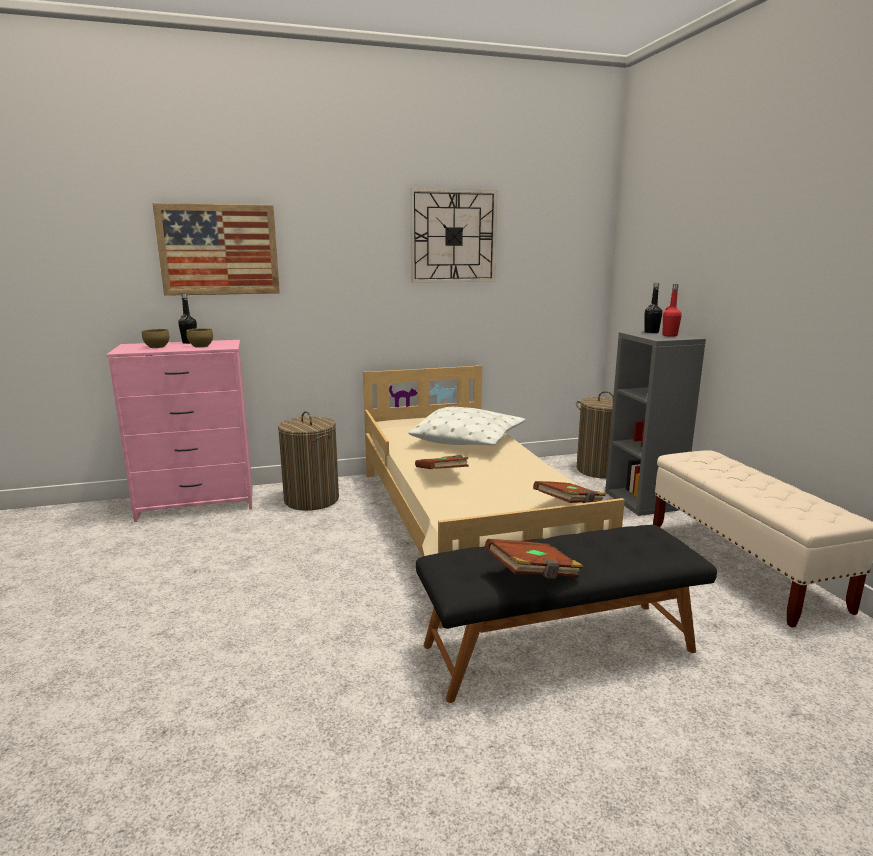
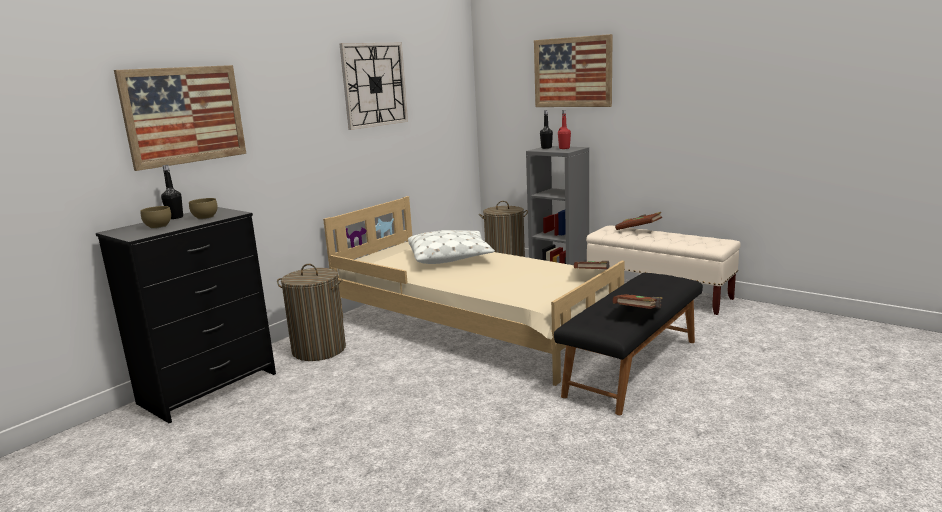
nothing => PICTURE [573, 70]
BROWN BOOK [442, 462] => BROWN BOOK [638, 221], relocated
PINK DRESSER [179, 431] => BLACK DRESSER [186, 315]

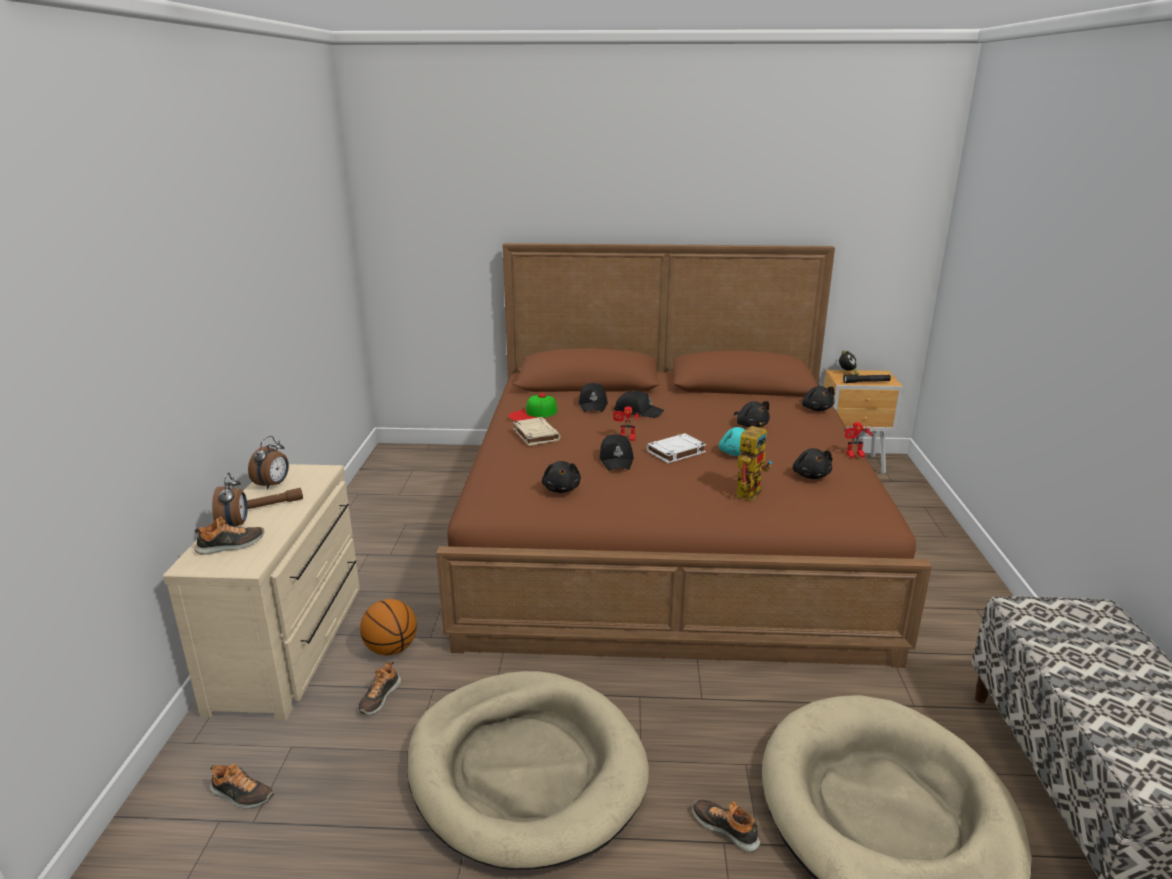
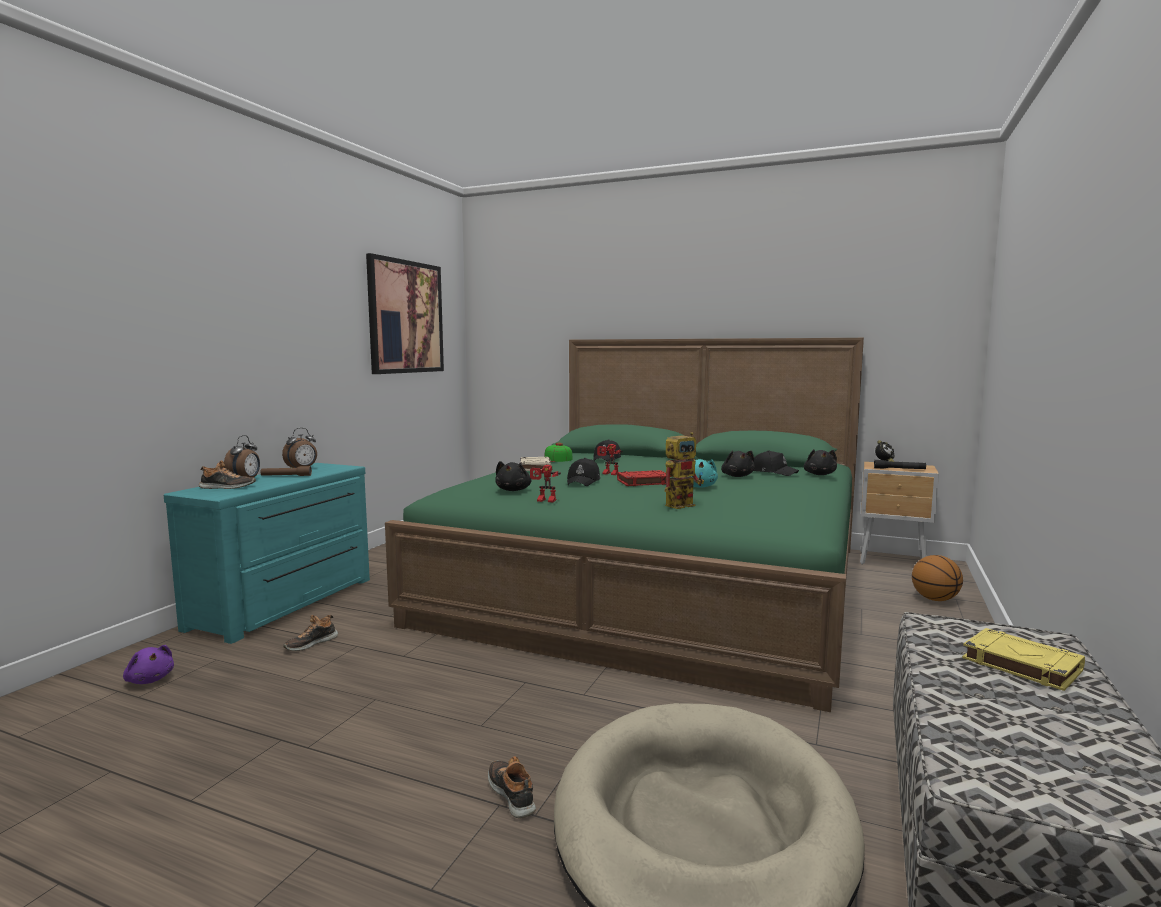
BEIGE DOG BED [528, 770] => nothing
BLACK PLUSH TOY [812, 463] => nothing
nothing => PICTURE [405, 313]
nothing => YELLOW BOOK [1023, 659]
BASKETBALL [388, 627] => BASKETBALL [937, 578], relocated
BLACK CAP [639, 404] => BLACK CAP [776, 463], relocated
TOY ROBOT [858, 440] => TOY ROBOT [545, 483], relocated
SHOE [242, 786] => PURPLE PLUSH TOY [148, 664]
BEIGE DRESSER [261, 592] => TURQUOISE DRESSER [267, 553]
BROWN BED [684, 455] => GREEN BED [624, 525]
WHITE BOOK [676, 448] => RED BOOK [644, 478]

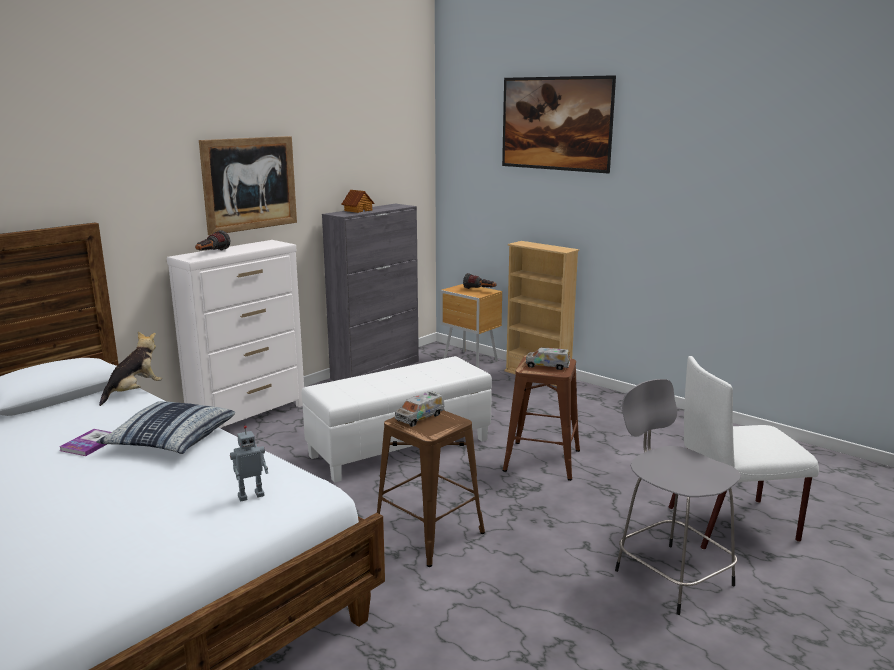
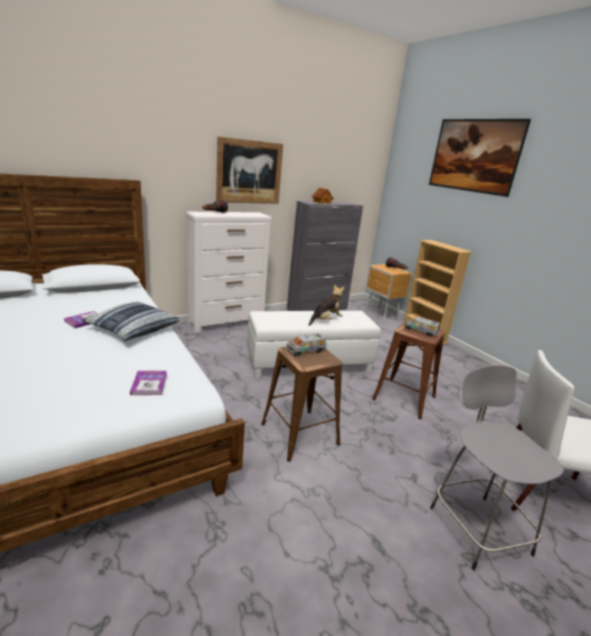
PLUSH TOY [130, 369] => PLUSH TOY [327, 305], relocated
TOY ROBOT [249, 463] => BOOK [148, 383]

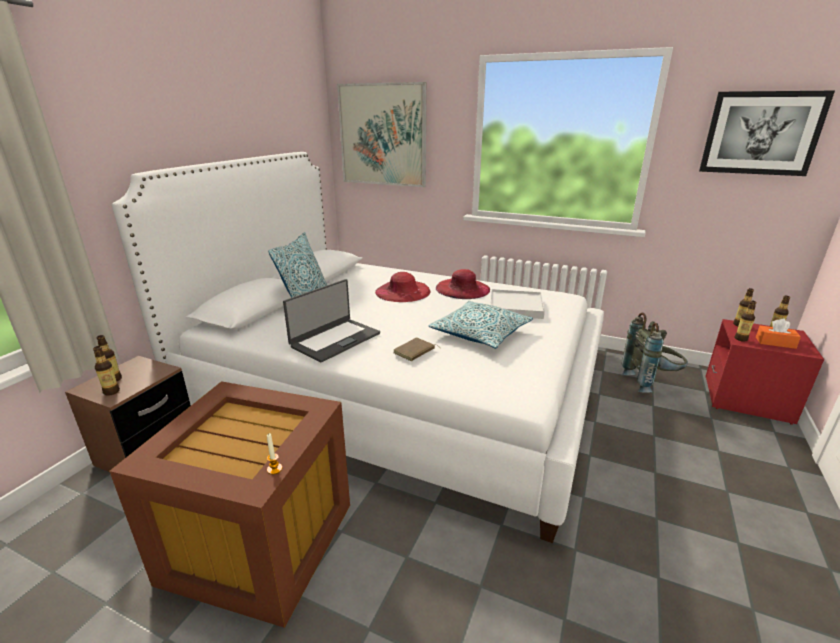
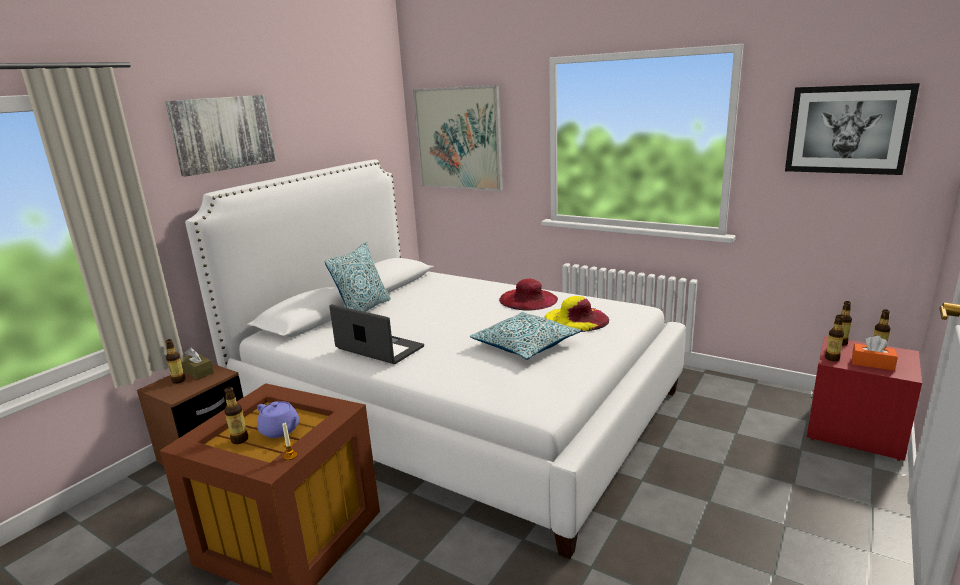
RED HAT [403, 287] => nothing
BROWN BOOK [416, 349] => nothing
GREY BACKPACK [655, 353] => nothing
nothing => PICTURE [220, 135]
nothing => BROWN TISSUE BOX [198, 364]
nothing => PURPLE TEAPOT [278, 419]
BOTTLE [106, 371] => BOTTLE [236, 415], relocated
WHITE TRAY [518, 304] => YELLOW HAT [576, 314]
LAPTOP [331, 320] => LAPTOP [376, 334], 105 degrees counterclockwise

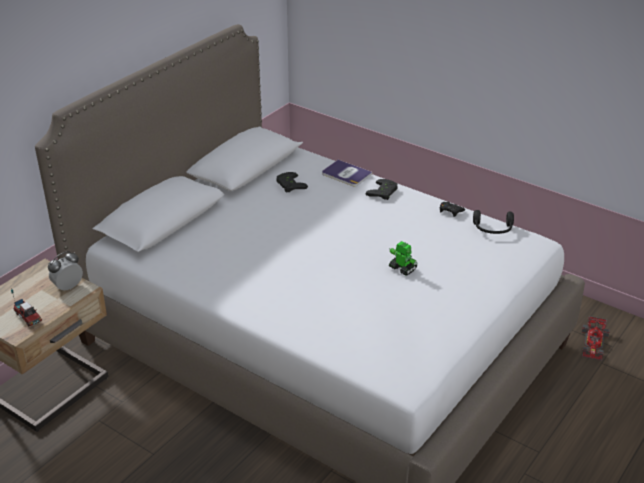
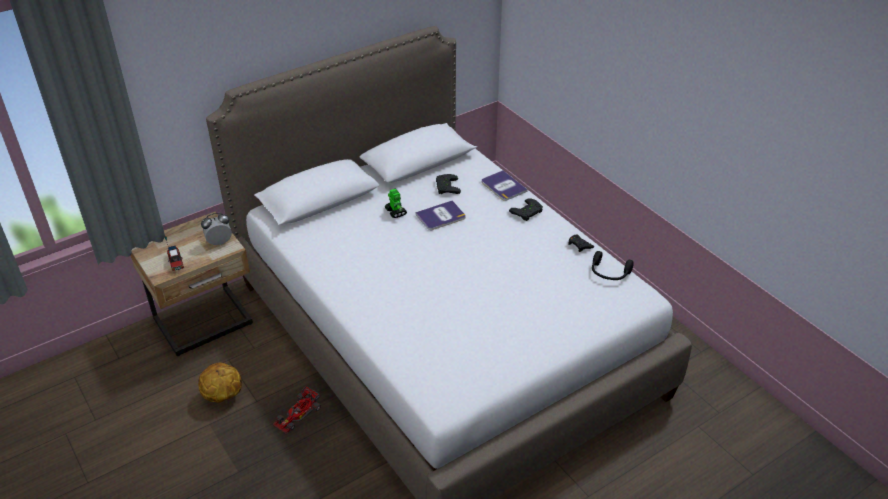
nothing => BASKETBALL [220, 382]
nothing => BOOK [440, 215]
TOY ROBOT [403, 258] => TOY ROBOT [396, 203], relocated
TOY CAR [596, 338] => TOY CAR [297, 410], relocated

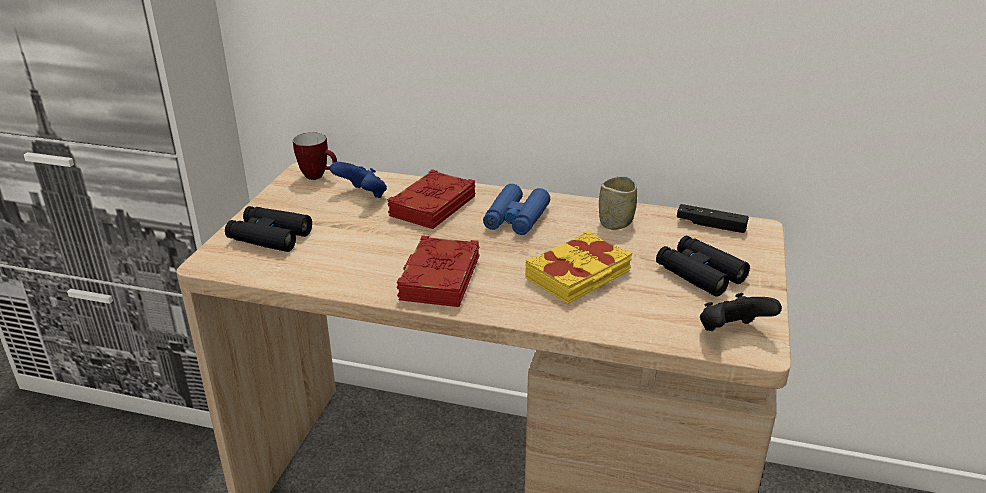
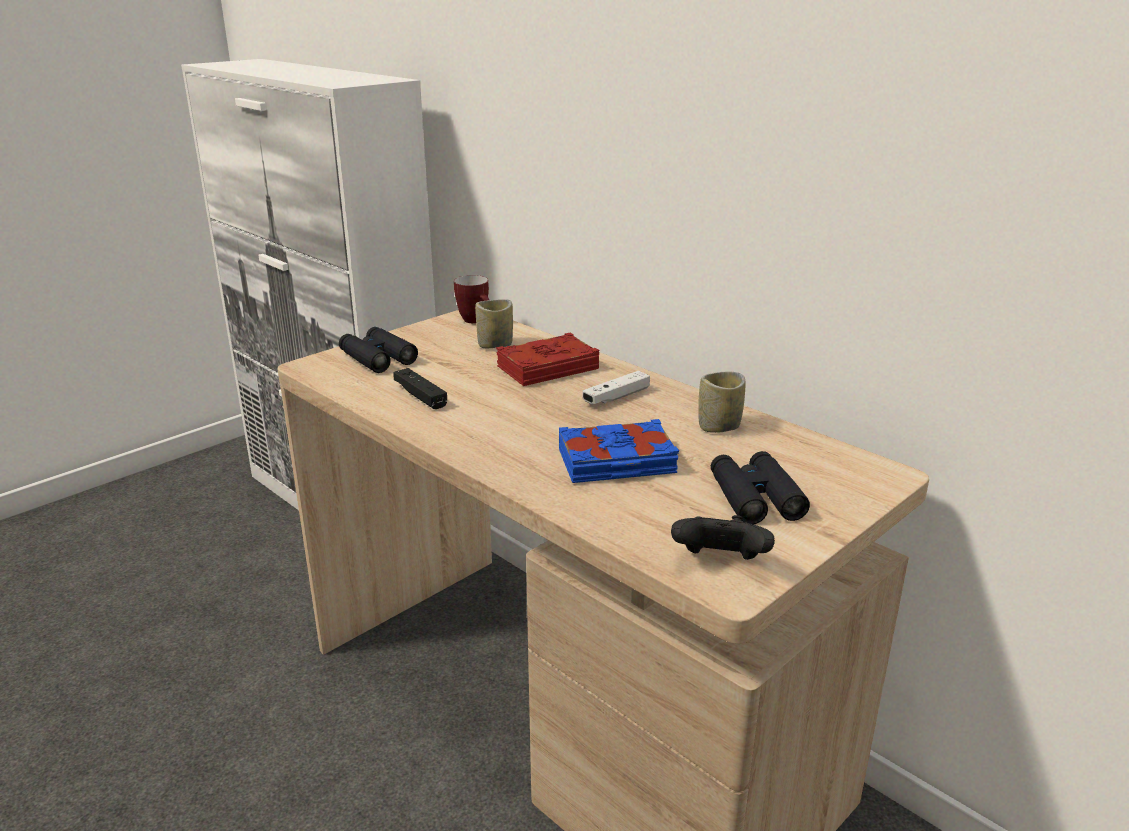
RED BOOK [438, 271] => nothing
BLACK GAME CONTROLLER [713, 218] => BLACK GAME CONTROLLER [420, 388], relocated
BLUE GAME CONTROLLER [358, 180] => CUP [494, 323]
BLUE BINOCULARS [516, 209] => WHITE GAME CONTROLLER [616, 388]
YELLOW BOOK [578, 267] => BLUE BOOK [619, 451]

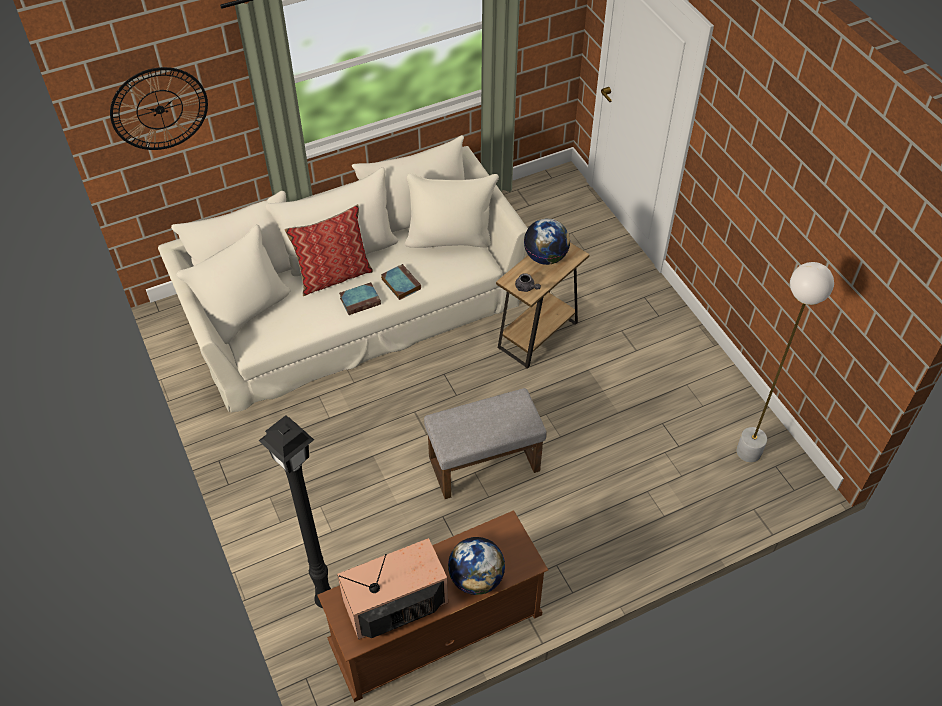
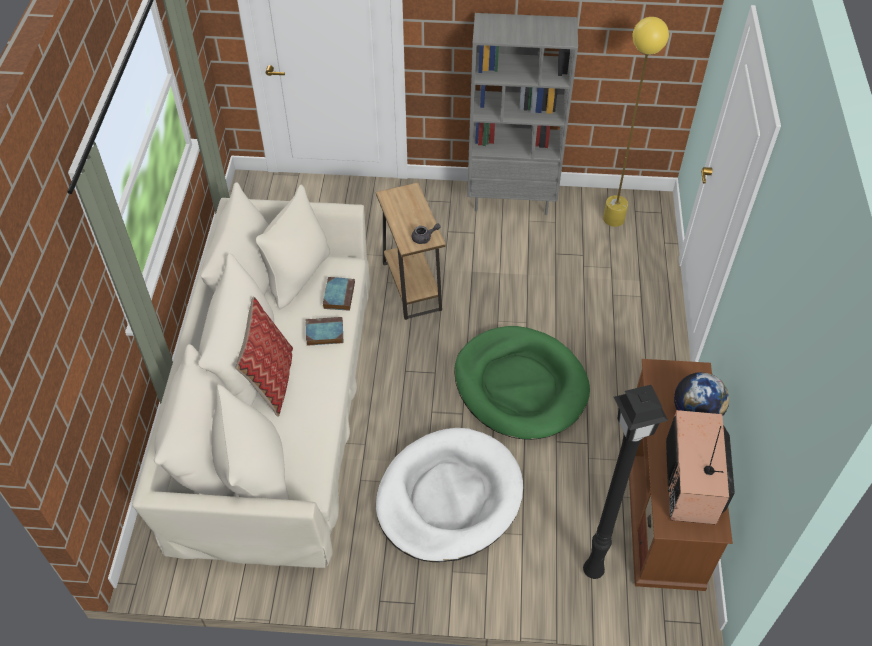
WALL CLOCK [159, 108] => nothing
GLOBE [547, 241] => nothing
nothing => WHITE DOG BED [449, 495]
nothing => GREY BOOKCASE [522, 114]
BOOK [360, 298] => BOOK [339, 294], relocated
GREY OTTOMAN [485, 443] => GREEN DOG BED [522, 383]
WHITE FLOOR LAMP [785, 362] => YELLOW FLOOR LAMP [636, 122]

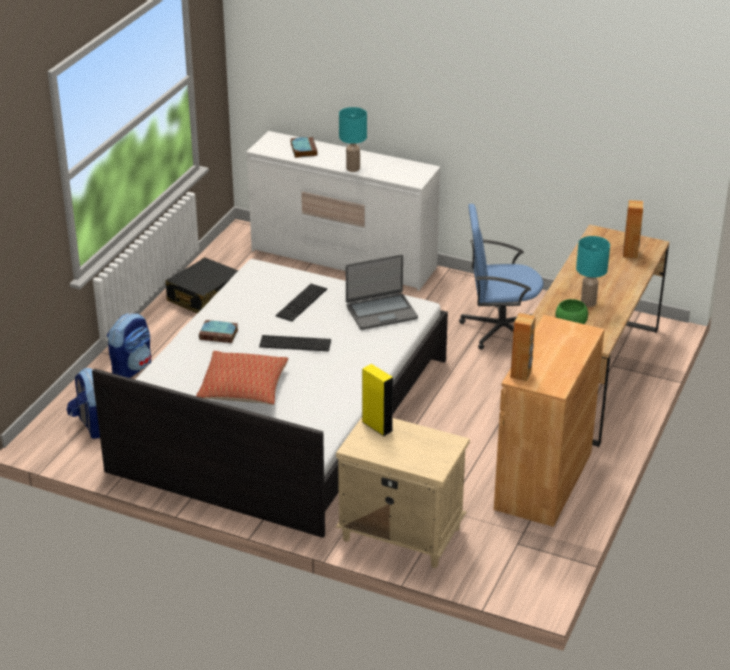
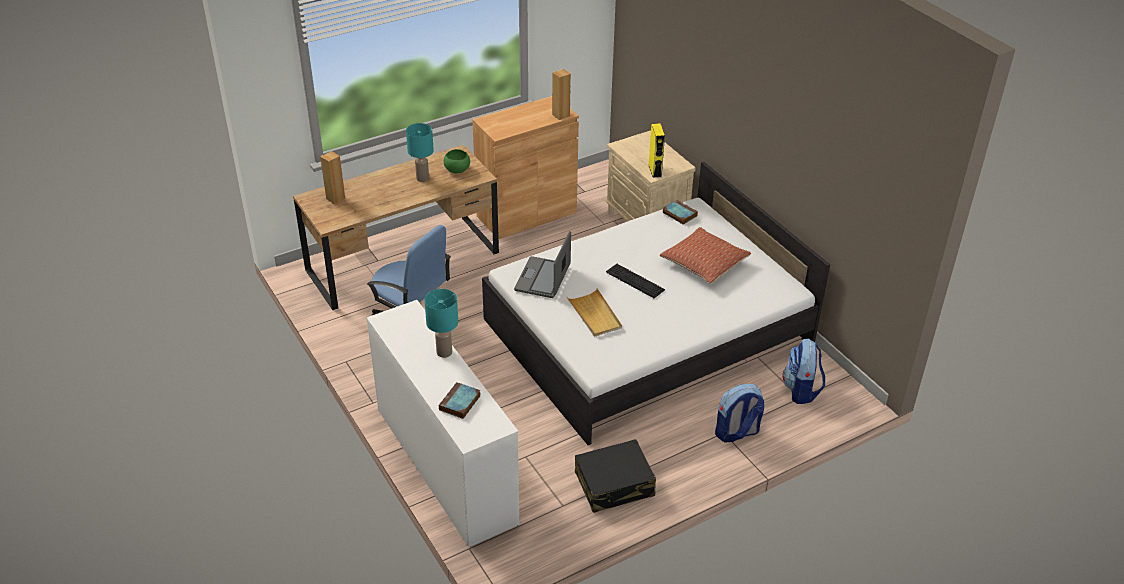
BOOK [218, 331] => BOOK [680, 212], relocated
KEYBOARD [301, 303] => BEIGE TRAY [594, 312]
LAPTOP [382, 292] => LAPTOP [542, 264], 90 degrees counterclockwise

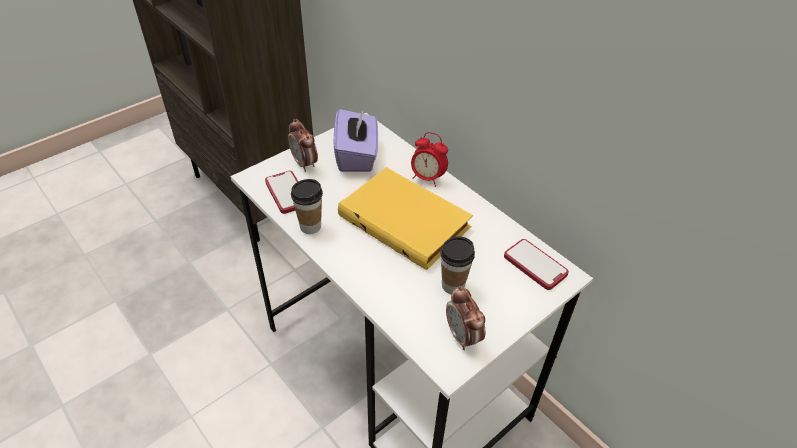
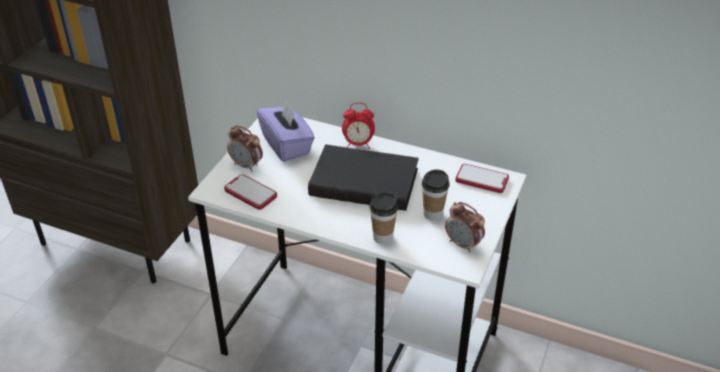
CUP [307, 206] => CUP [383, 218], relocated
YELLOW BOOK [405, 218] => BLACK BOOK [363, 177]

